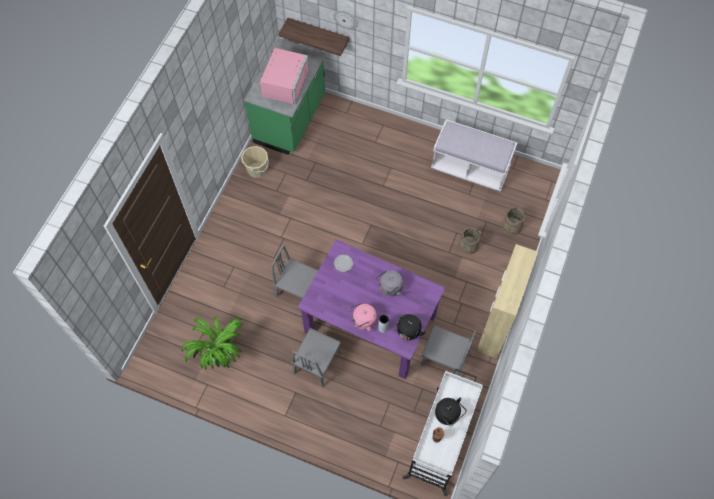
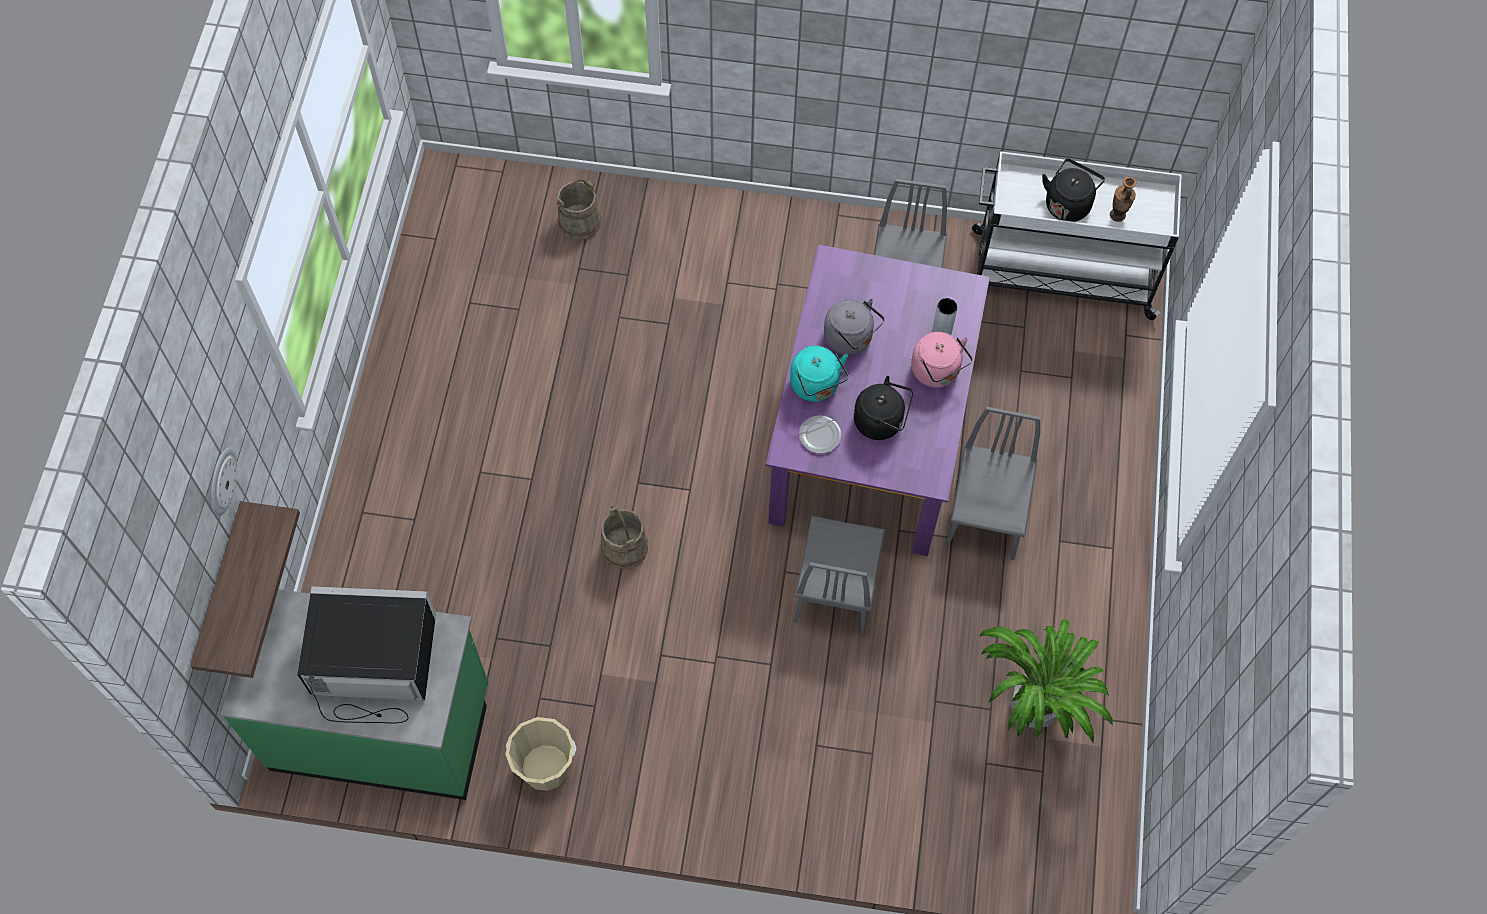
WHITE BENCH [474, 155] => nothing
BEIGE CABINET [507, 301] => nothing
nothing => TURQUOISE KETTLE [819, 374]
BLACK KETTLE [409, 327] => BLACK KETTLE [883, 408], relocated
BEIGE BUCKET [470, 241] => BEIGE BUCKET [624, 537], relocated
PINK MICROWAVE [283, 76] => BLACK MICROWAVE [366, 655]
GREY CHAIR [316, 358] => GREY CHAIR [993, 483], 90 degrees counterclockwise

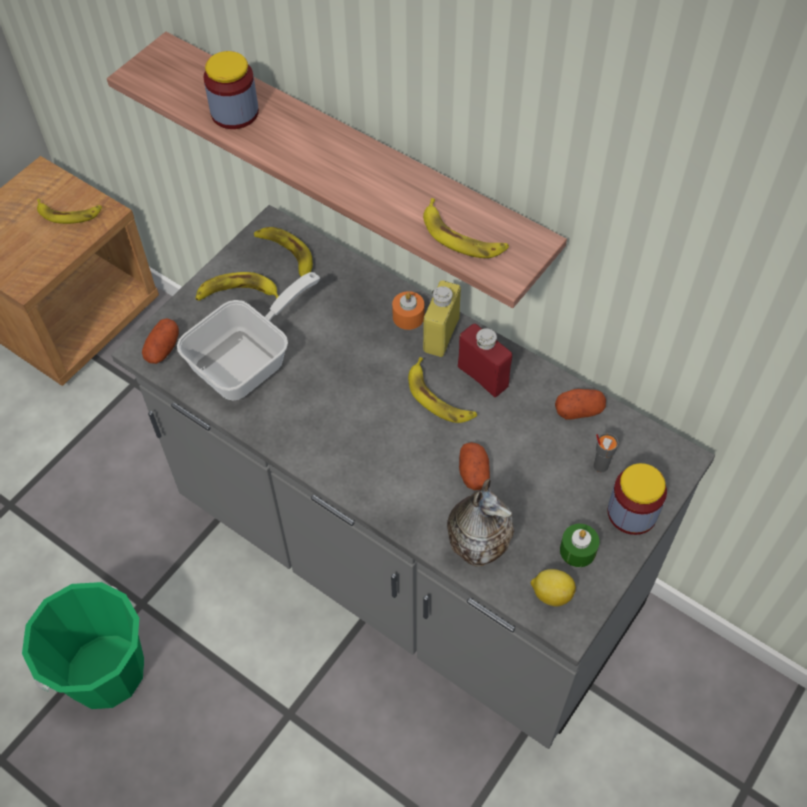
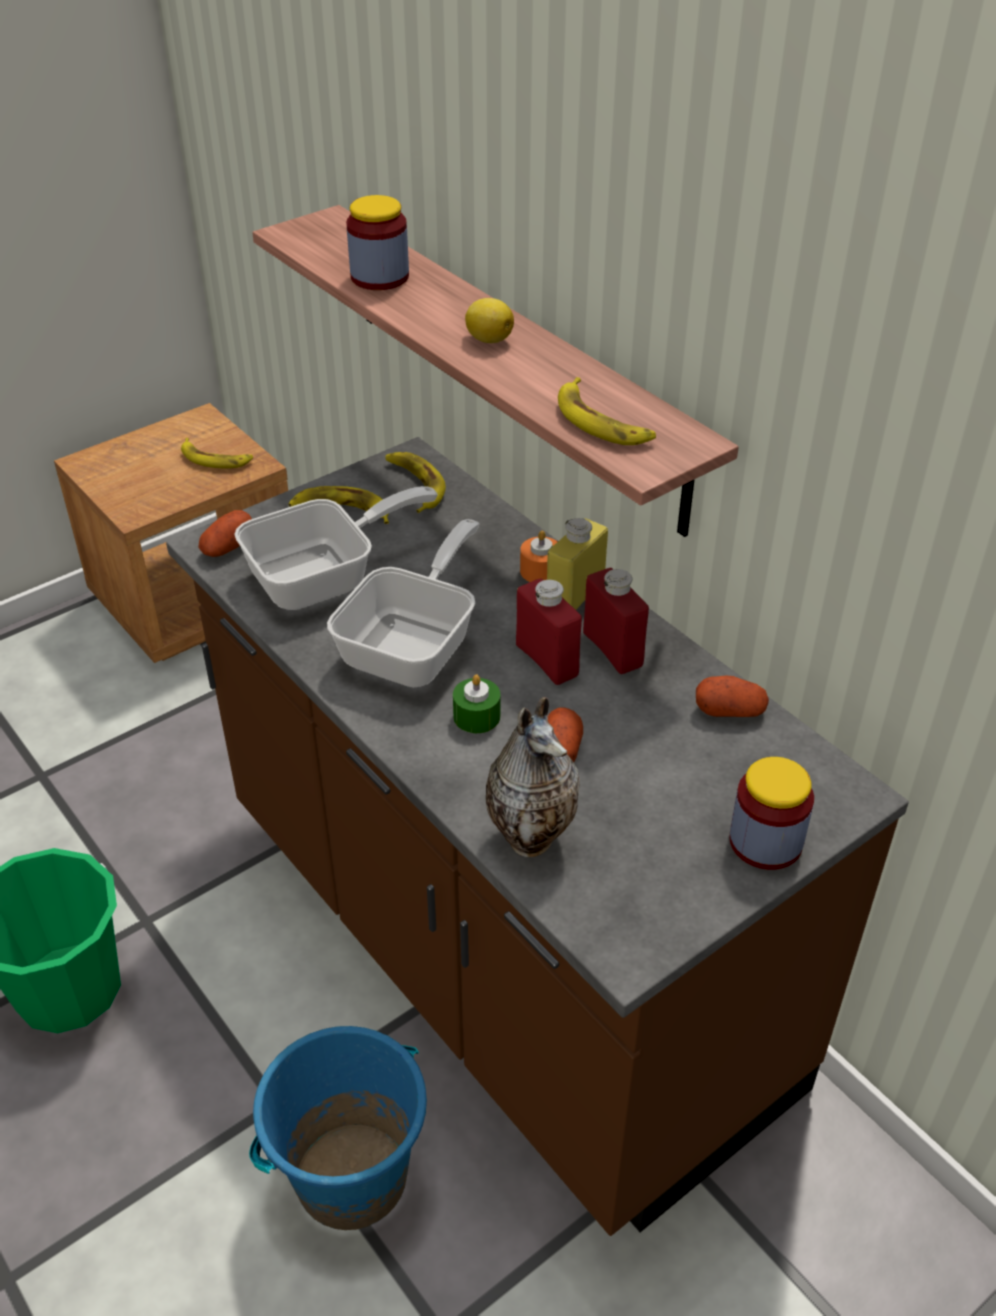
GREY CUP [606, 452] => nothing
nothing => BLUE BUCKET [338, 1128]
nothing => FRYING PAN [403, 603]
LEMON [553, 587] => LEMON [489, 320], relocated
GREEN CANDLE [580, 545] => GREEN CANDLE [476, 703], relocated
BANANA [442, 390] => RED BOTTLE [549, 631]
GREY COUNTER [413, 477] => BROWN COUNTER [537, 836]

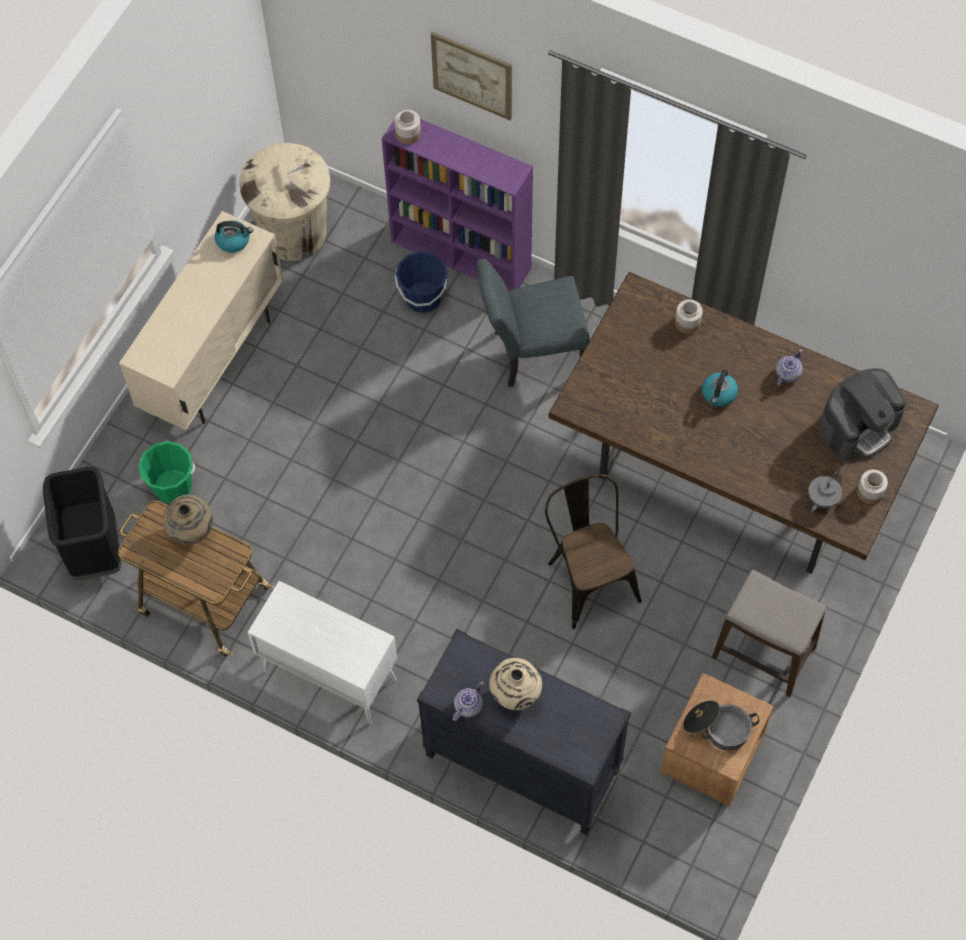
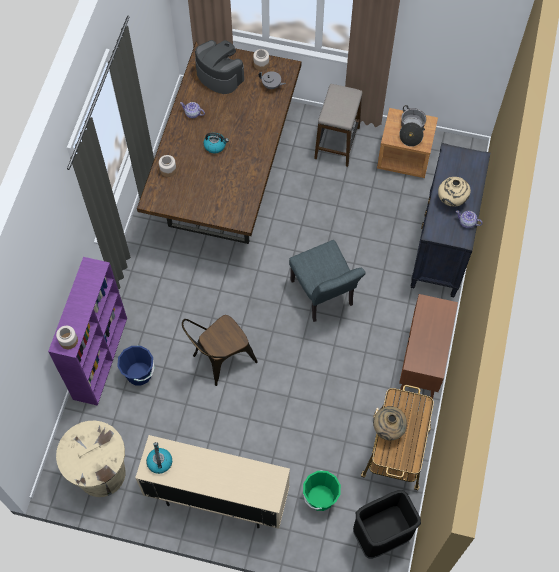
PICTURE [471, 76] => nothing
GREY CHAIR [533, 323] => GREY CHAIR [327, 281], relocated
BROWN CHAIR [593, 551] => BROWN CHAIR [220, 350], relocated
WHITE CABINET [322, 653] => BROWN CABINET [428, 346]

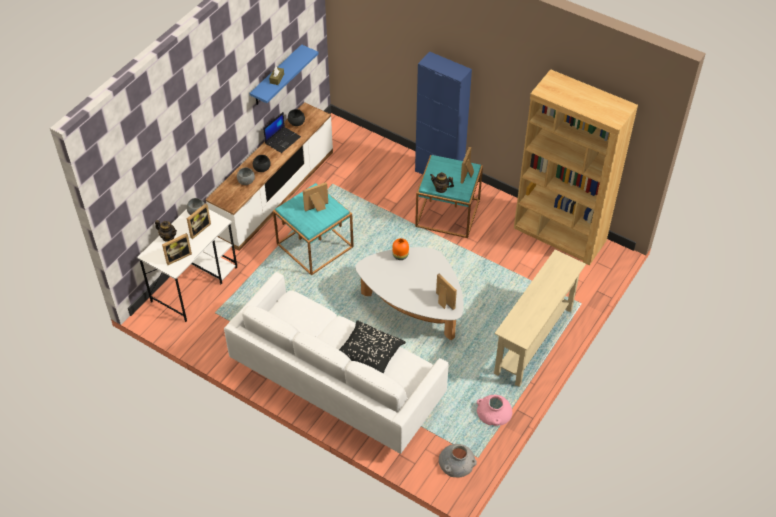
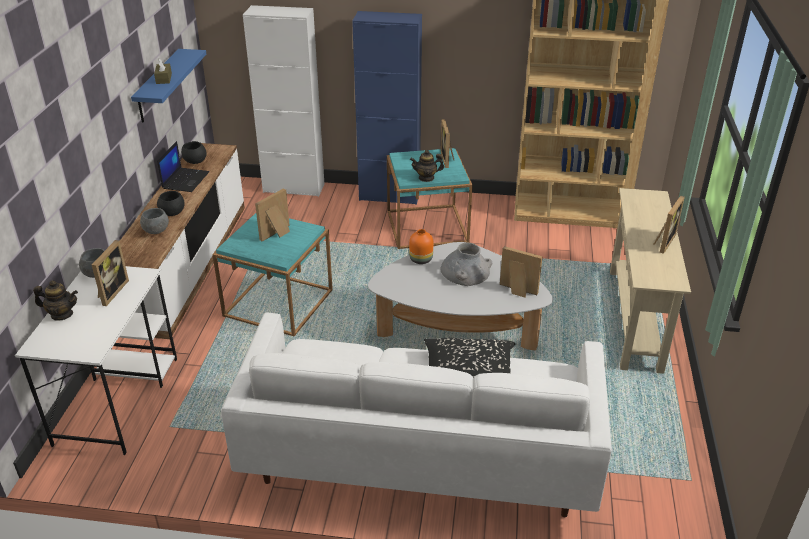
PINK VASE [494, 410] => nothing
nothing => WHITE CABINET [283, 101]
PICTURE FRAME [177, 249] => PICTURE FRAME [669, 225], relocated
GREY VASE [458, 461] => GREY VASE [466, 264], relocated

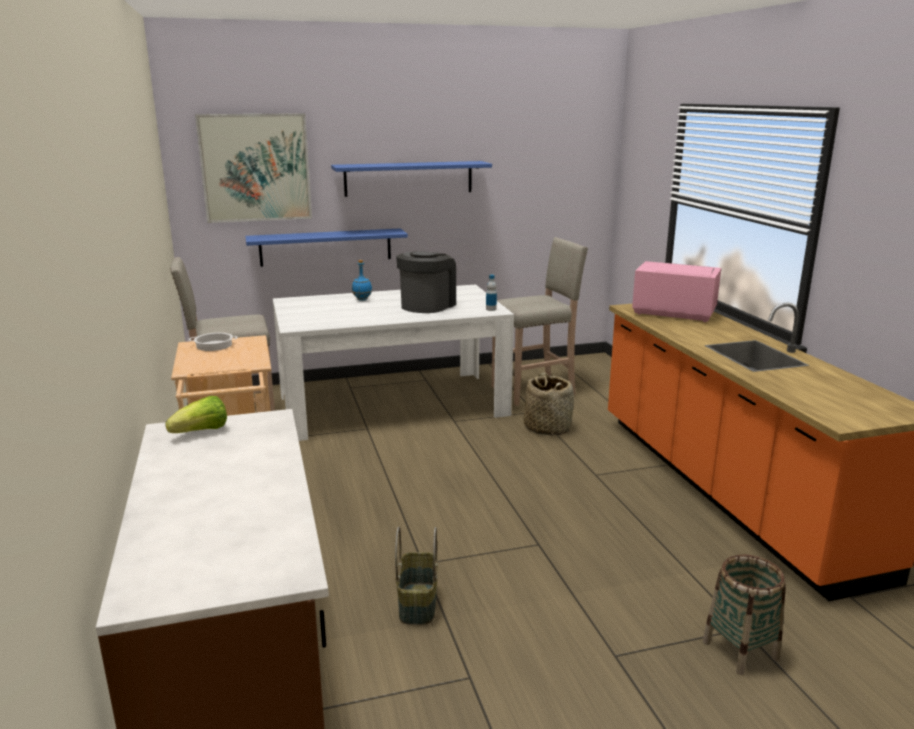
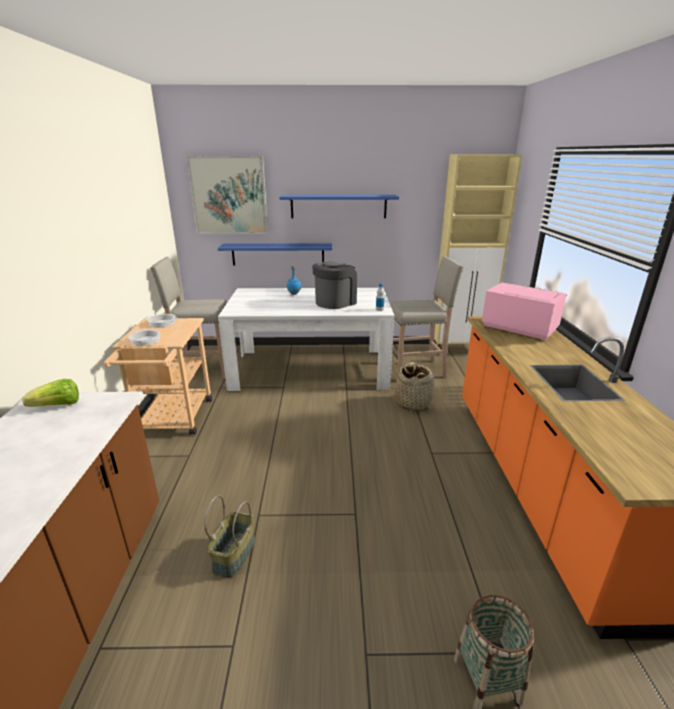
nothing => COOKING POT [144, 337]
nothing => BEIGE CABINET [478, 255]

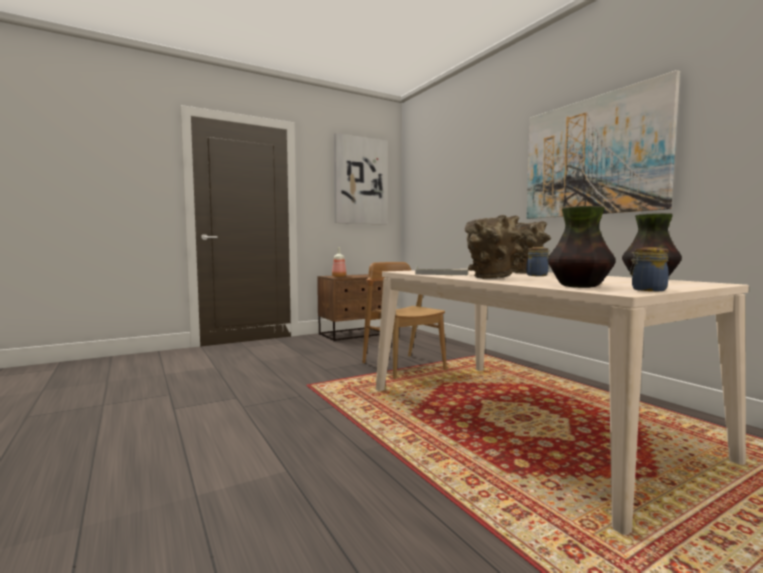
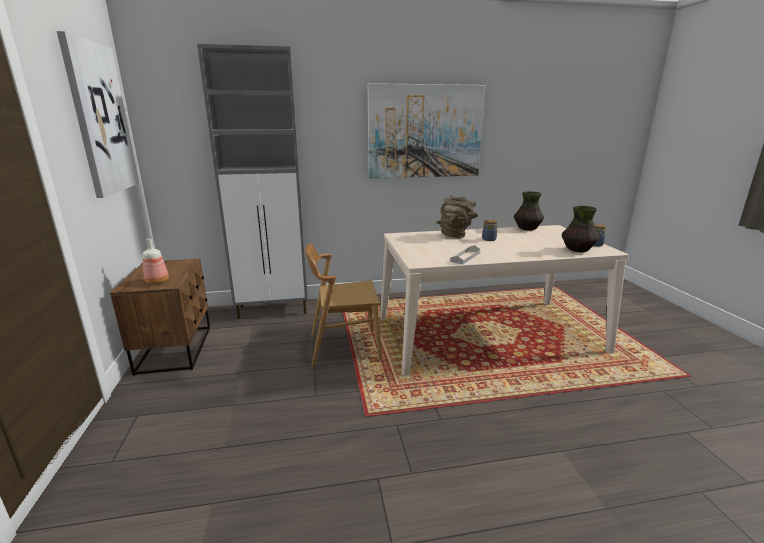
BROWN VASE [494, 247] => nothing
nothing => GREY CABINET [252, 181]

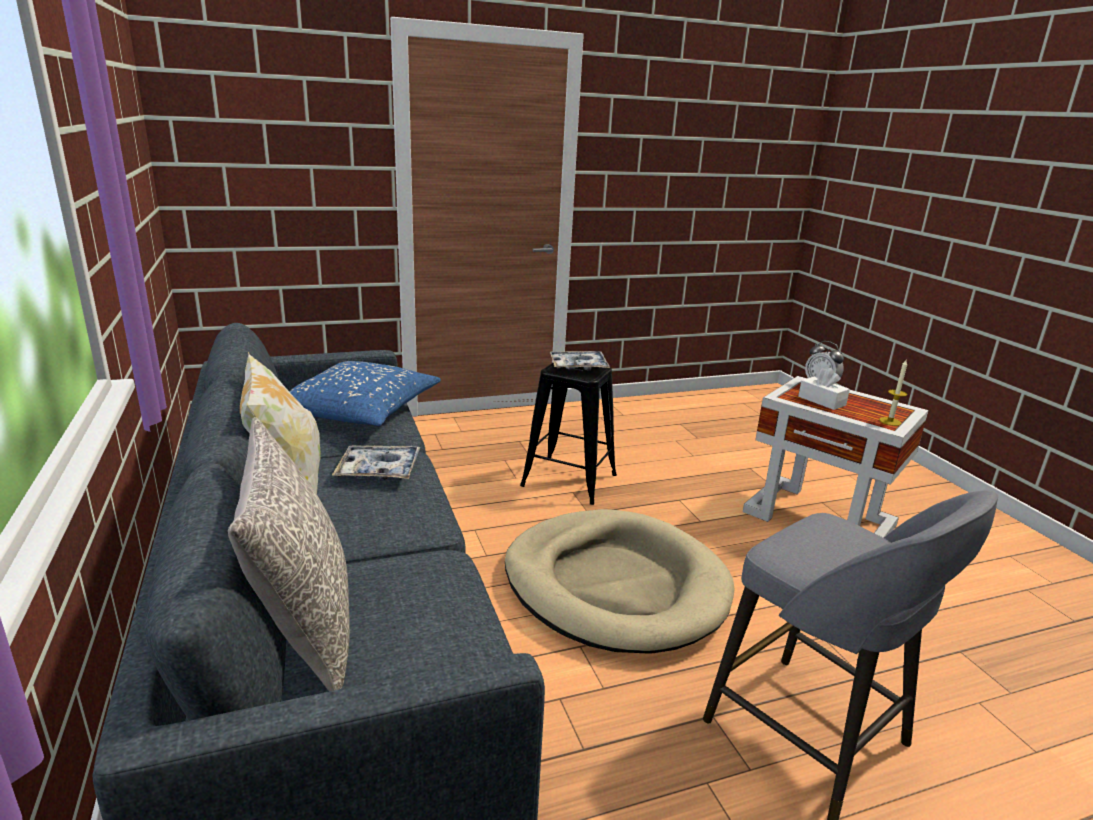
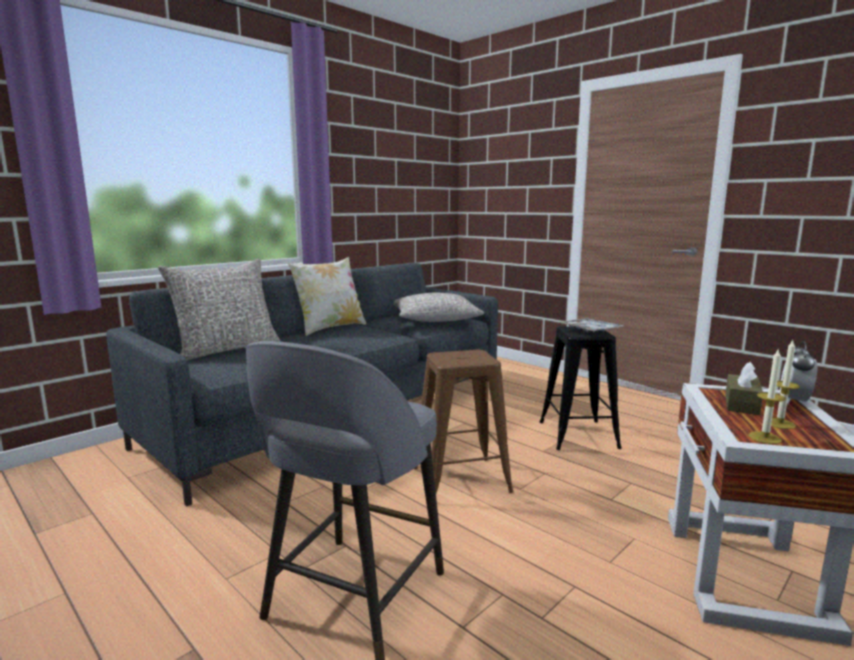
TRAY [376, 462] => nothing
nothing => CANDLE [785, 385]
BEIGE DOG BED [619, 581] => BROWN STOOL [464, 421]
BLUE PILLOW [365, 393] => GREY PILLOW [439, 307]
WHITE TISSUE BOX [824, 389] => BROWN TISSUE BOX [744, 388]

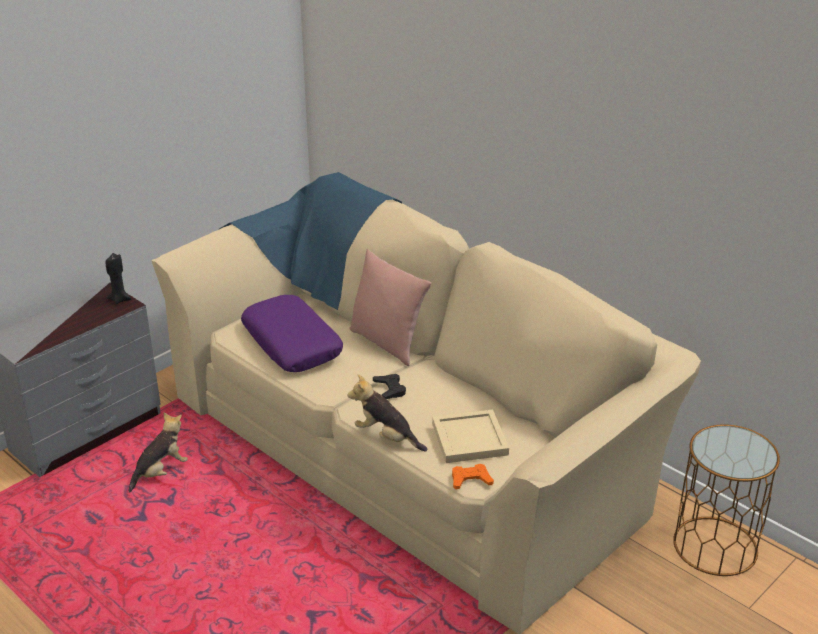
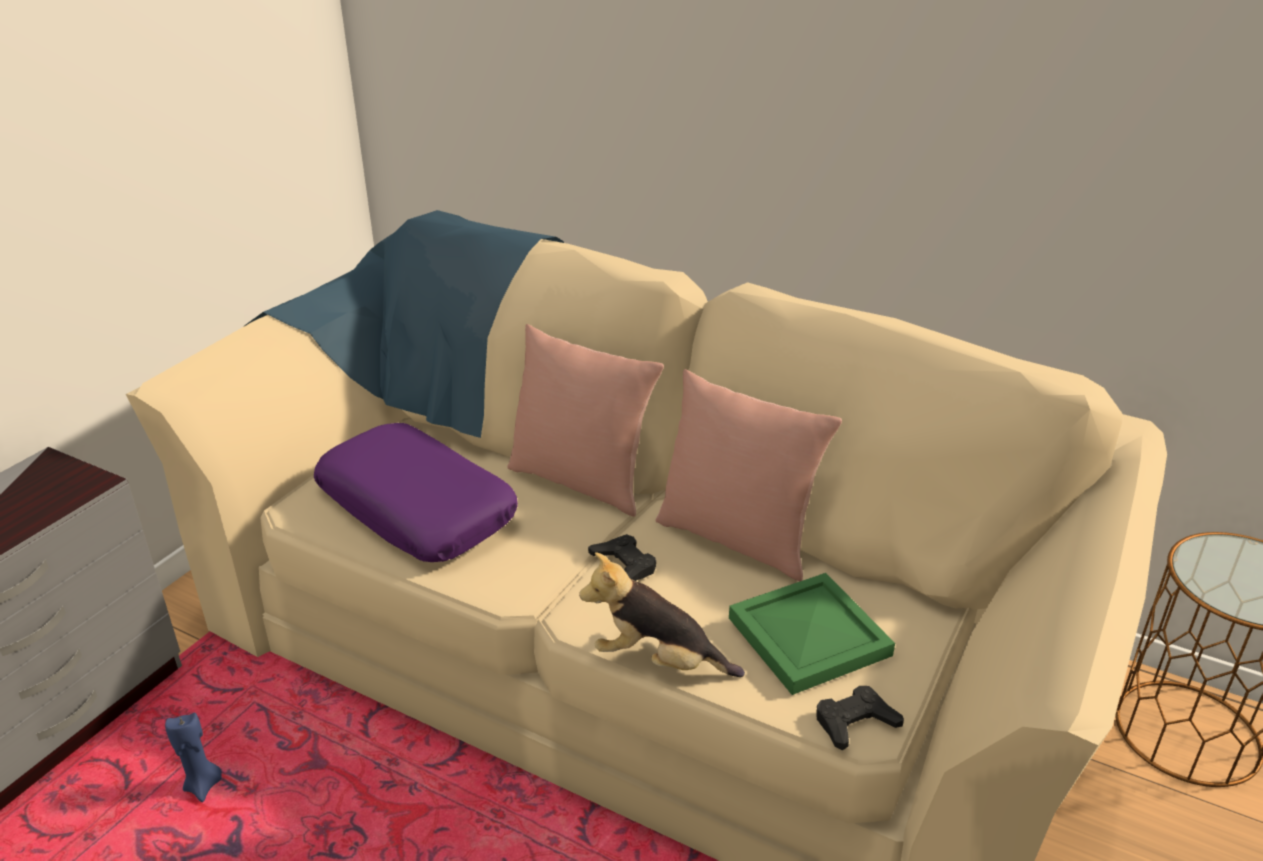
BLACK CANDLE [118, 278] => nothing
nothing => PINK PILLOW [748, 475]
PLUSH TOY [158, 452] => BLUE CANDLE [193, 757]
BEIGE TRAY [470, 436] => GREEN TRAY [812, 634]
ORANGE GAME CONTROLLER [473, 476] => BLACK GAME CONTROLLER [860, 718]

